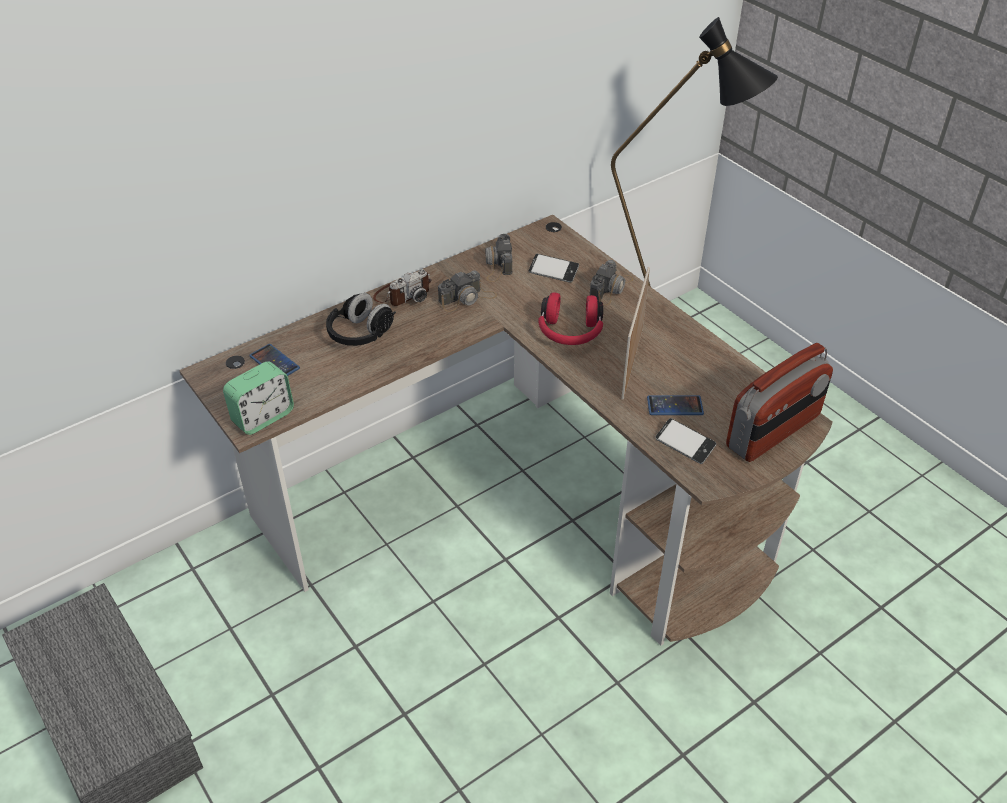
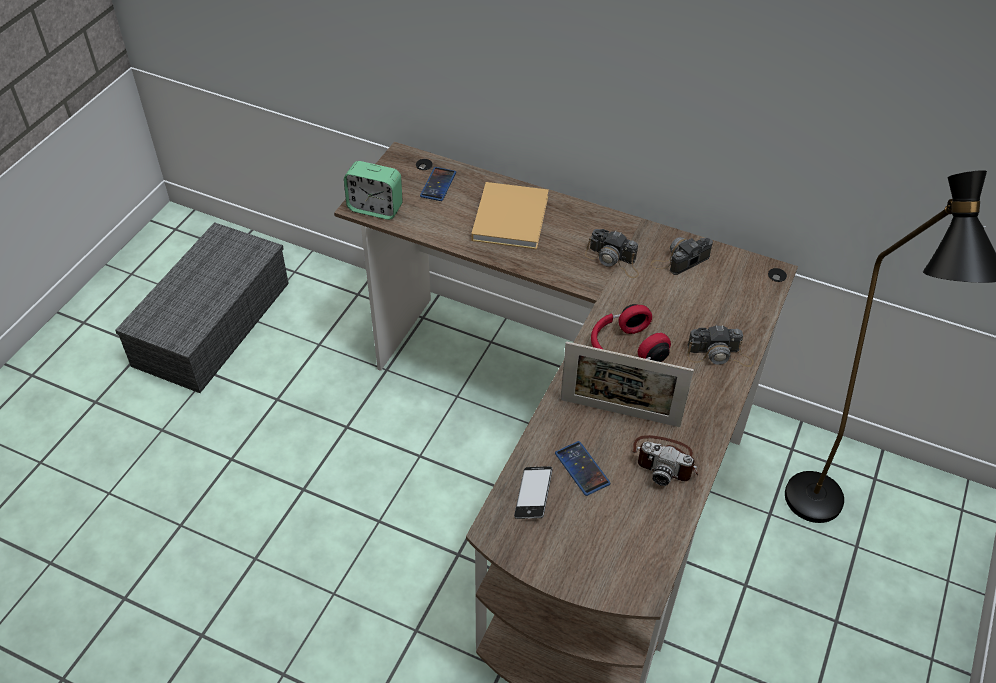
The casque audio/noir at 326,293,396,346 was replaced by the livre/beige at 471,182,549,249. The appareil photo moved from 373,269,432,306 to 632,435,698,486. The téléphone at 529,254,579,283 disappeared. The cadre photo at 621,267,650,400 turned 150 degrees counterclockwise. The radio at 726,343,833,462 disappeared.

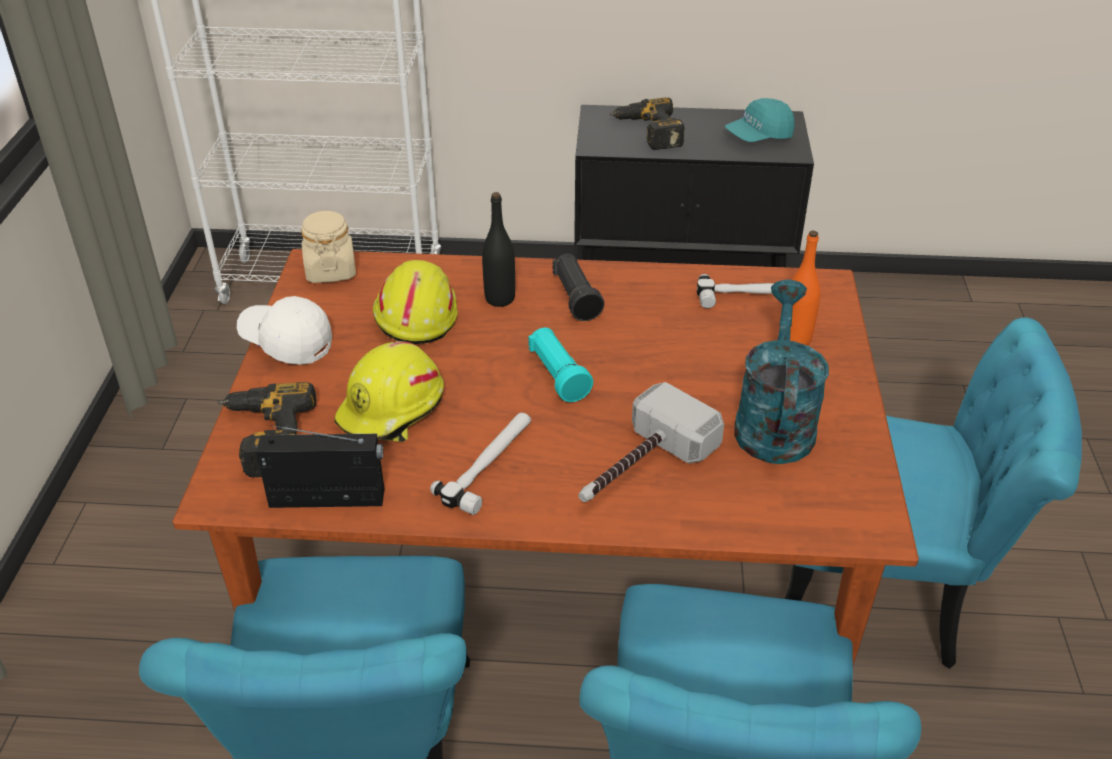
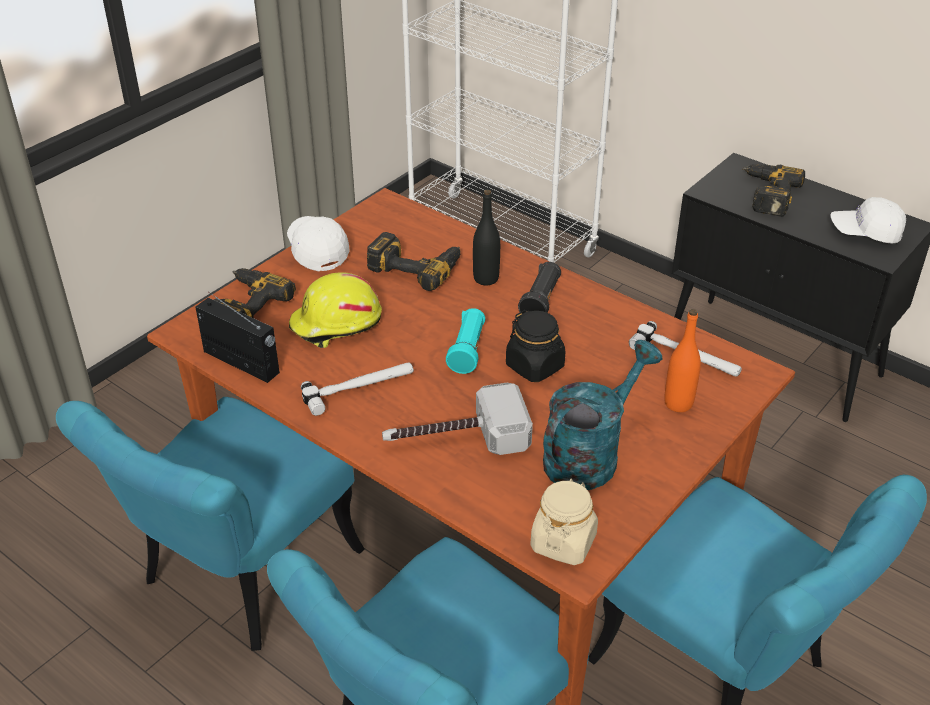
The bocal/beige moved from 301,211,356,283 to 530,478,598,565. The casque de chantier/jaune at 373,260,458,344 was replaced by the perceuse at 367,232,460,291. The casquette/turquoise at 725,98,795,142 became the casquette/blanc at 831,197,906,244. The bocal/noir at 506,310,565,382 appeared.

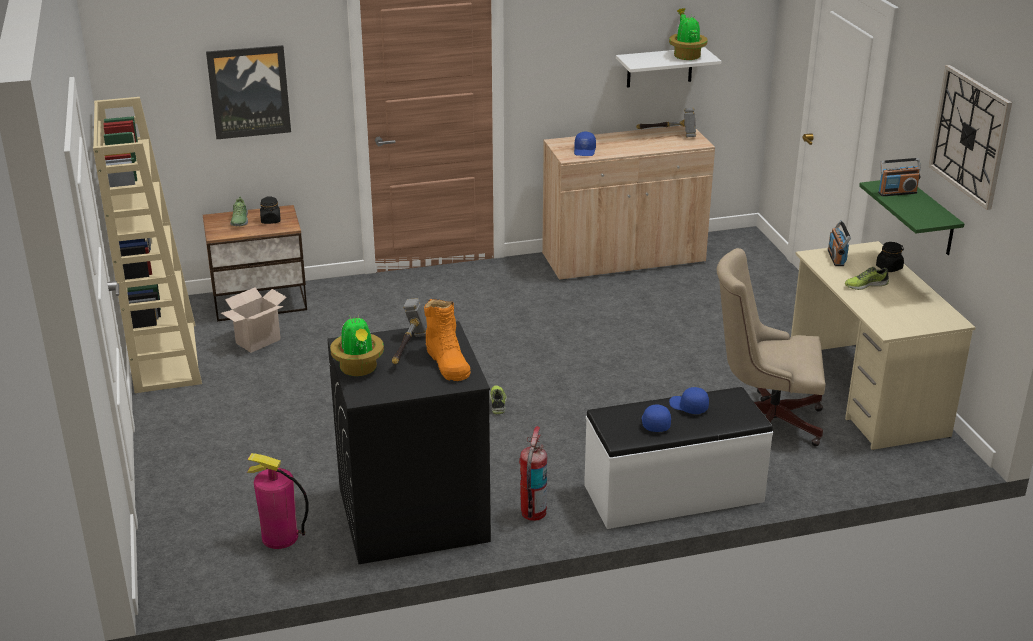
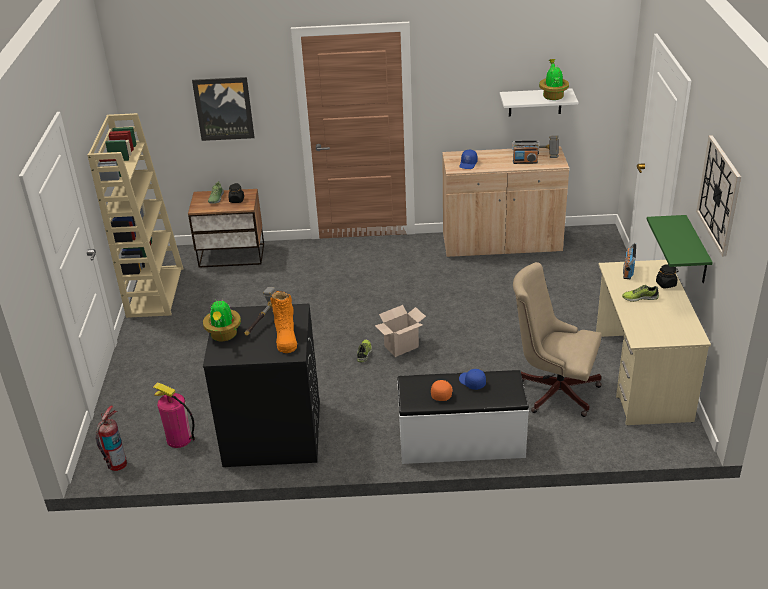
The carton moved from 221,287,287,353 to 375,305,426,357. The extincteur moved from 519,426,547,521 to 95,405,127,471. The casquette/bleu at 642,405,671,432 became the casquette/orange at 431,380,453,401. The radio moved from 878,158,921,196 to 512,141,539,164.

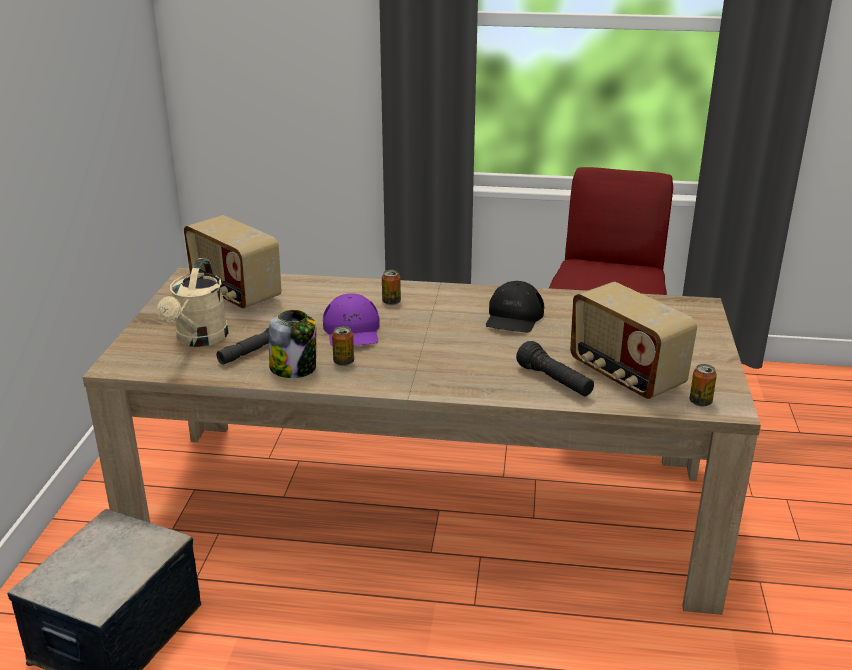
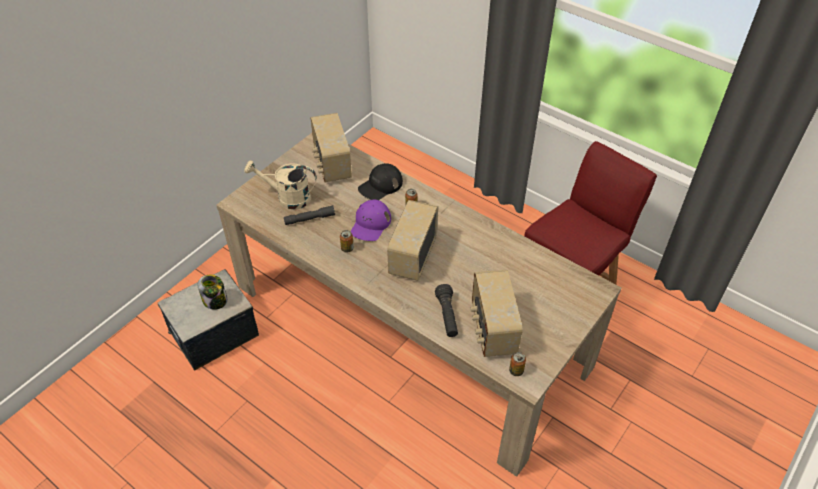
The arrosoir/beige at 157,258,228,347 turned 60 degrees clockwise. The bocal moved from 269,310,316,378 to 198,274,227,310. The casquette/noir moved from 486,281,544,332 to 358,163,403,200. The radio at 387,200,438,281 appeared.

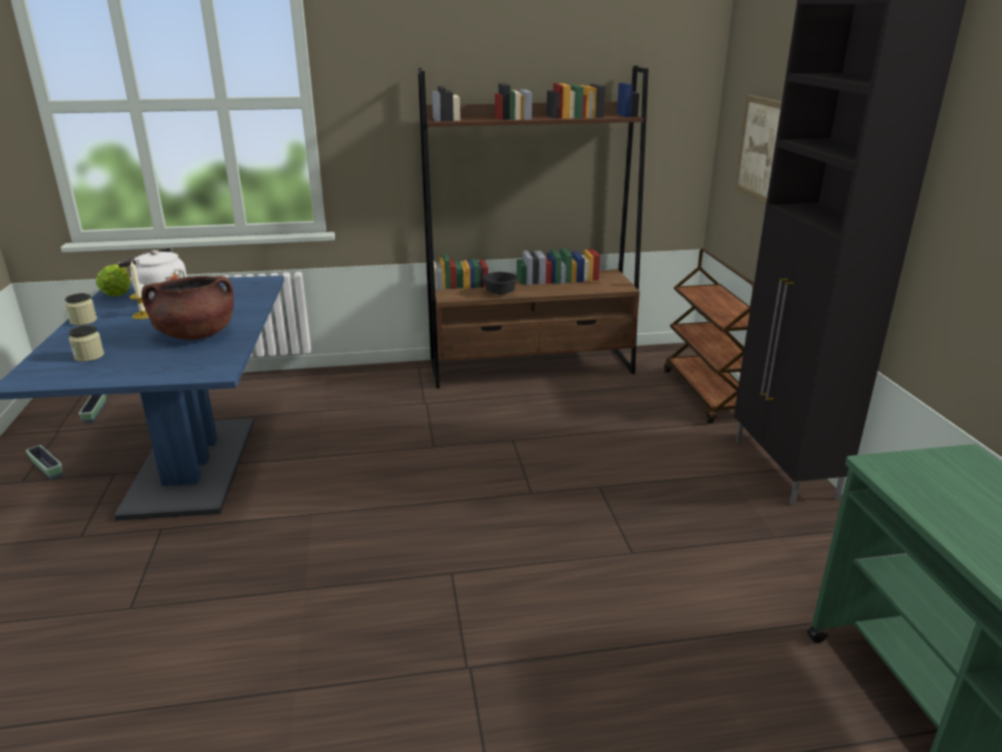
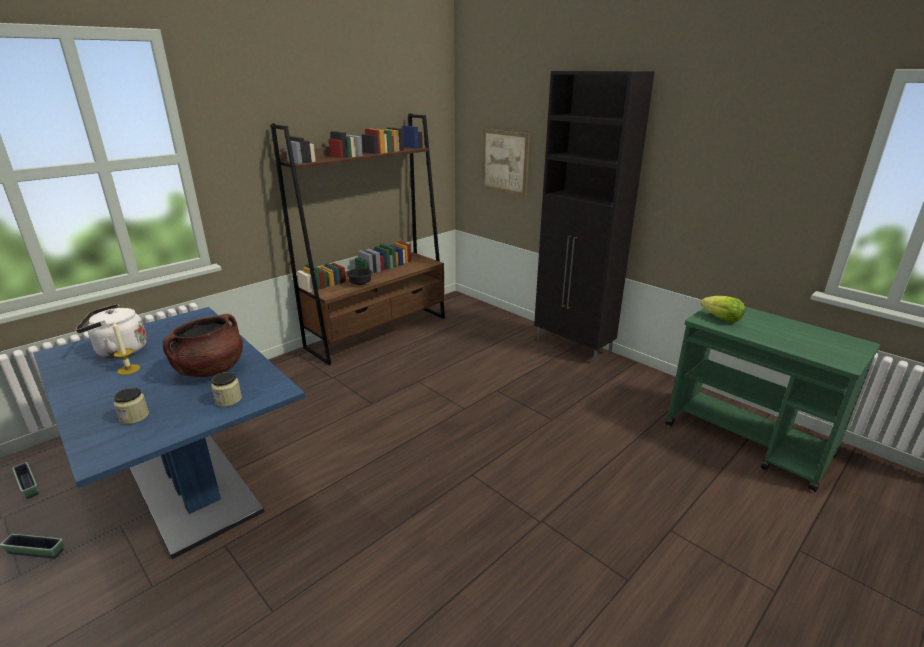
The bocal moved from 65,293,97,325 to 211,372,242,407. The laitue moved from 96,264,131,297 to 701,296,745,322. The chariot/marron at 664,248,754,423 disappeared.

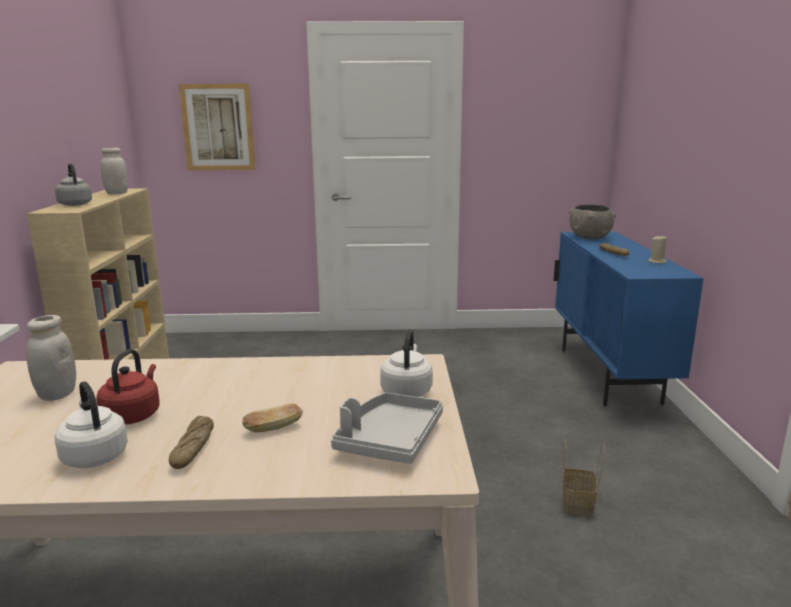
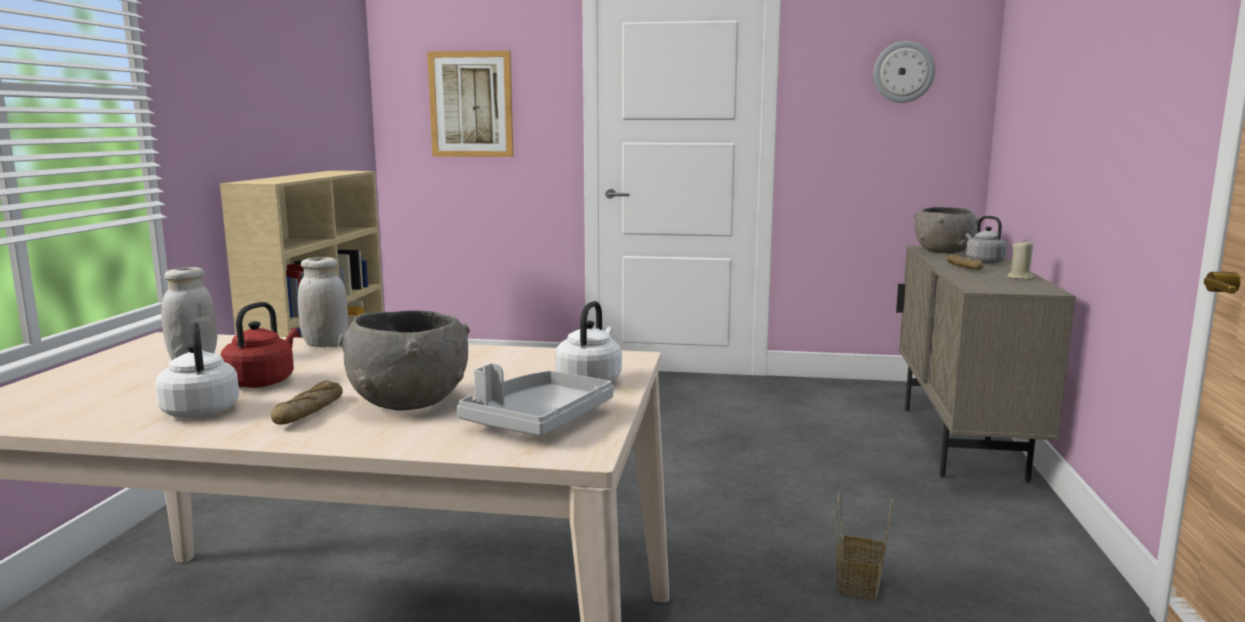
The bouilloire/gris moved from 55,163,92,206 to 965,216,1007,264. The bocal/blanc moved from 101,148,128,194 to 298,257,348,347. The pain at 242,403,303,433 was replaced by the bol/gris at 338,310,470,411. The meuble de rangement/bleu at 554,232,704,406 became the meuble de rangement/beige at 896,246,1076,483. The horloge murale at 873,41,935,103 appeared.

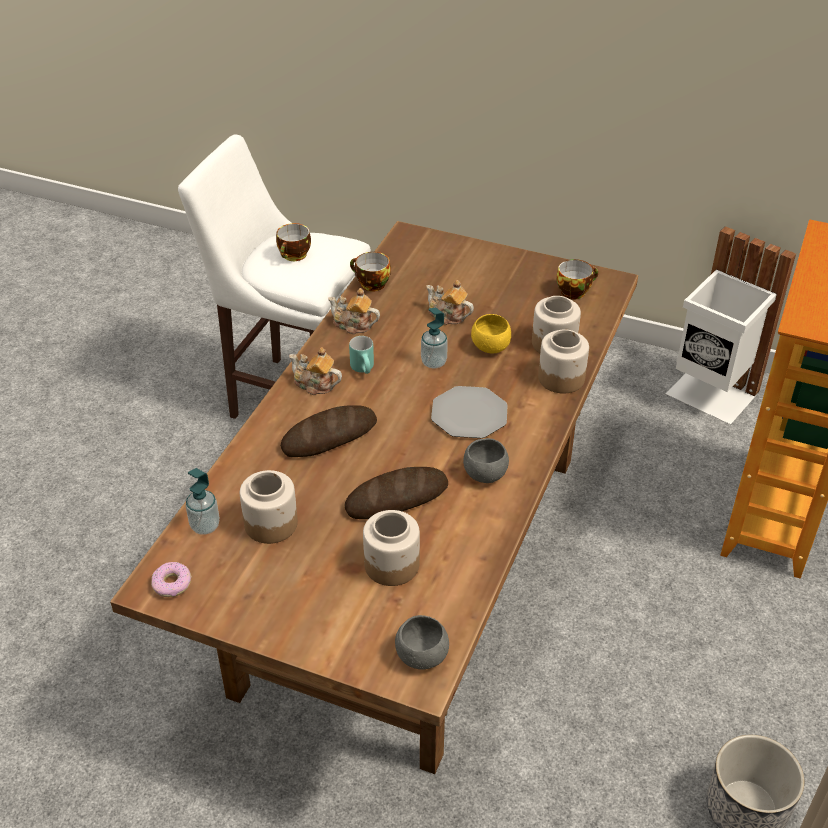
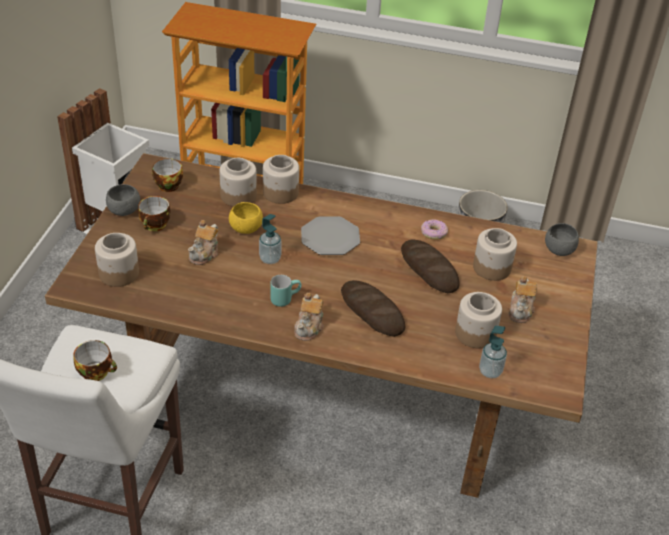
The beignet moved from 151,562,192,597 to 421,219,448,240. The théière moved from 328,288,380,334 to 509,276,537,323. The tasse moved from 350,252,391,292 to 138,196,171,231. The bol/gris moved from 463,438,509,483 to 106,184,140,216. The bocal at 95,233,139,287 appeared.

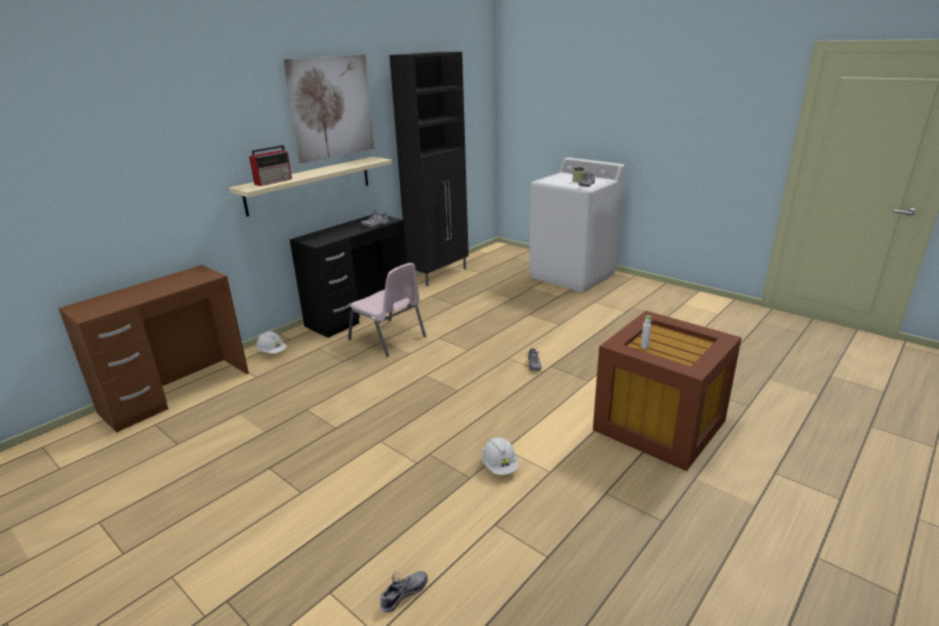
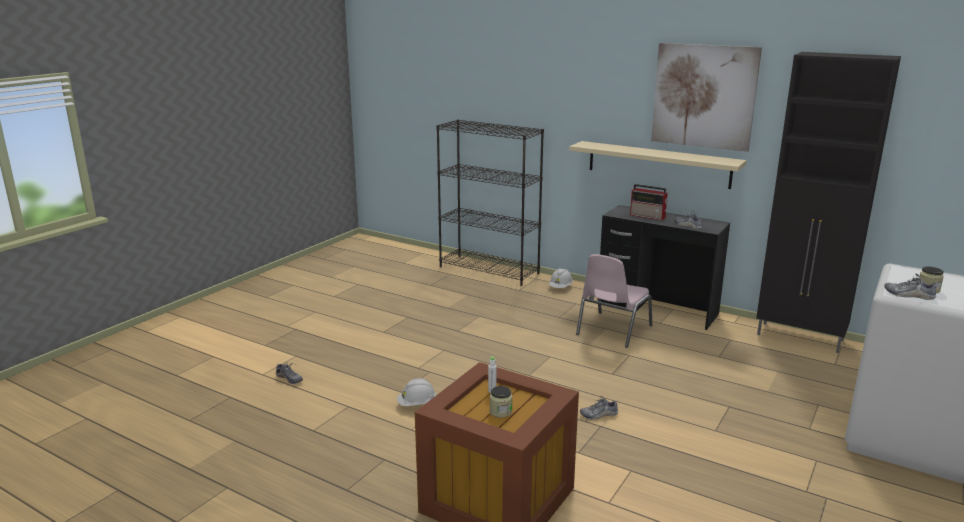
The bureau/marron at 58,265,249,433 was replaced by the bibliothèque/noir at 436,119,544,286. The radio moved from 249,145,292,186 to 630,184,668,220. The bocal at 490,386,513,418 appeared.

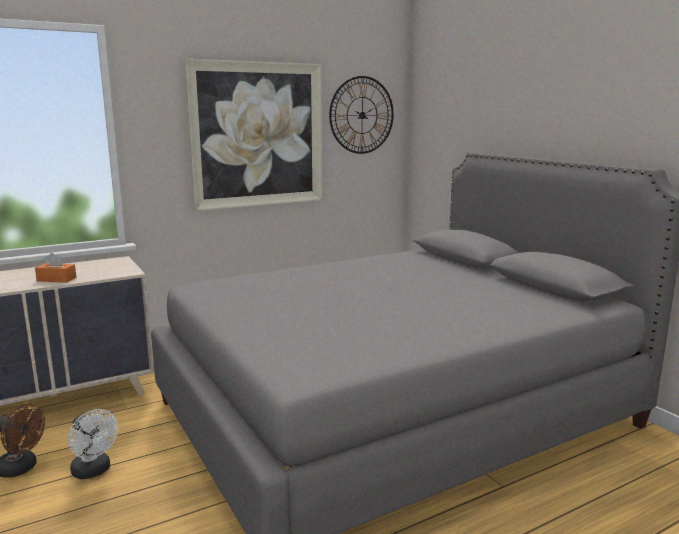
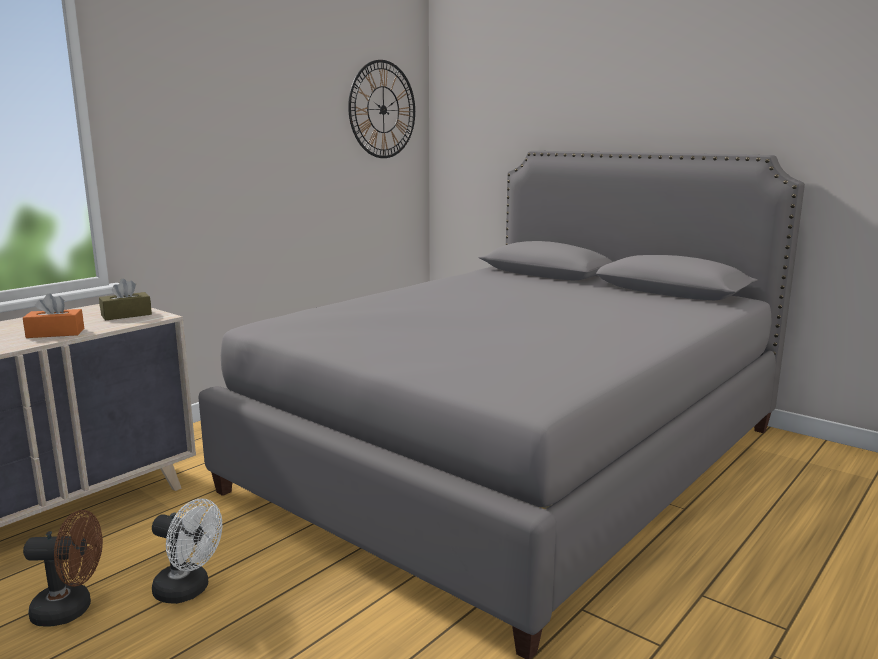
The tableau at 184,59,322,211 disappeared. The boîte à mouchoirs/marron at 99,279,152,320 appeared.

